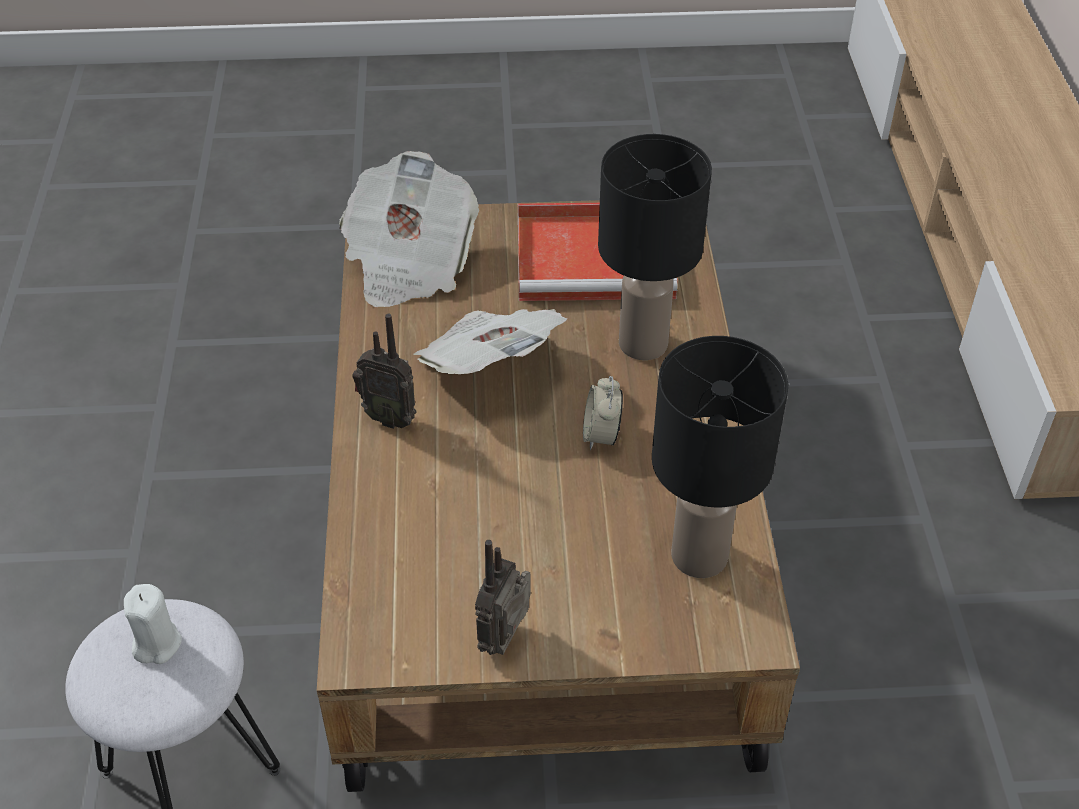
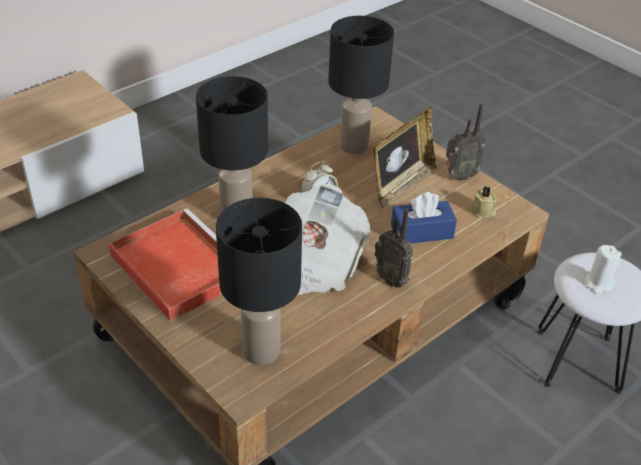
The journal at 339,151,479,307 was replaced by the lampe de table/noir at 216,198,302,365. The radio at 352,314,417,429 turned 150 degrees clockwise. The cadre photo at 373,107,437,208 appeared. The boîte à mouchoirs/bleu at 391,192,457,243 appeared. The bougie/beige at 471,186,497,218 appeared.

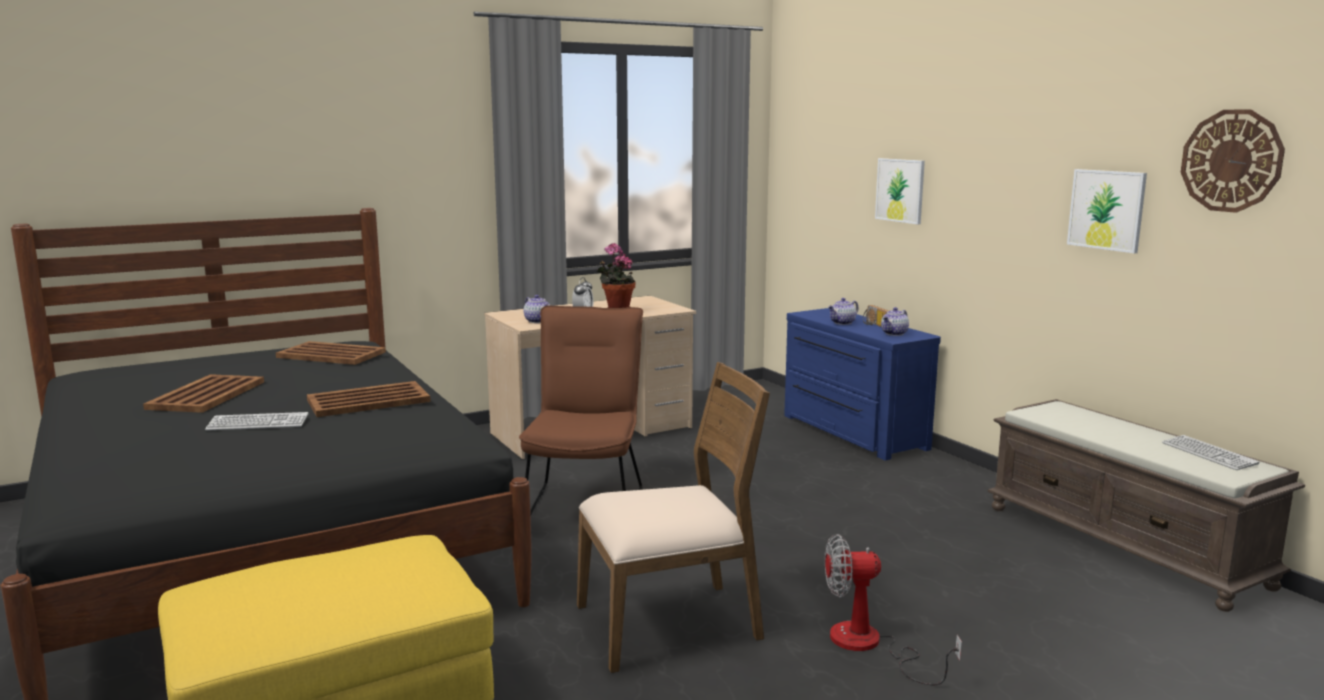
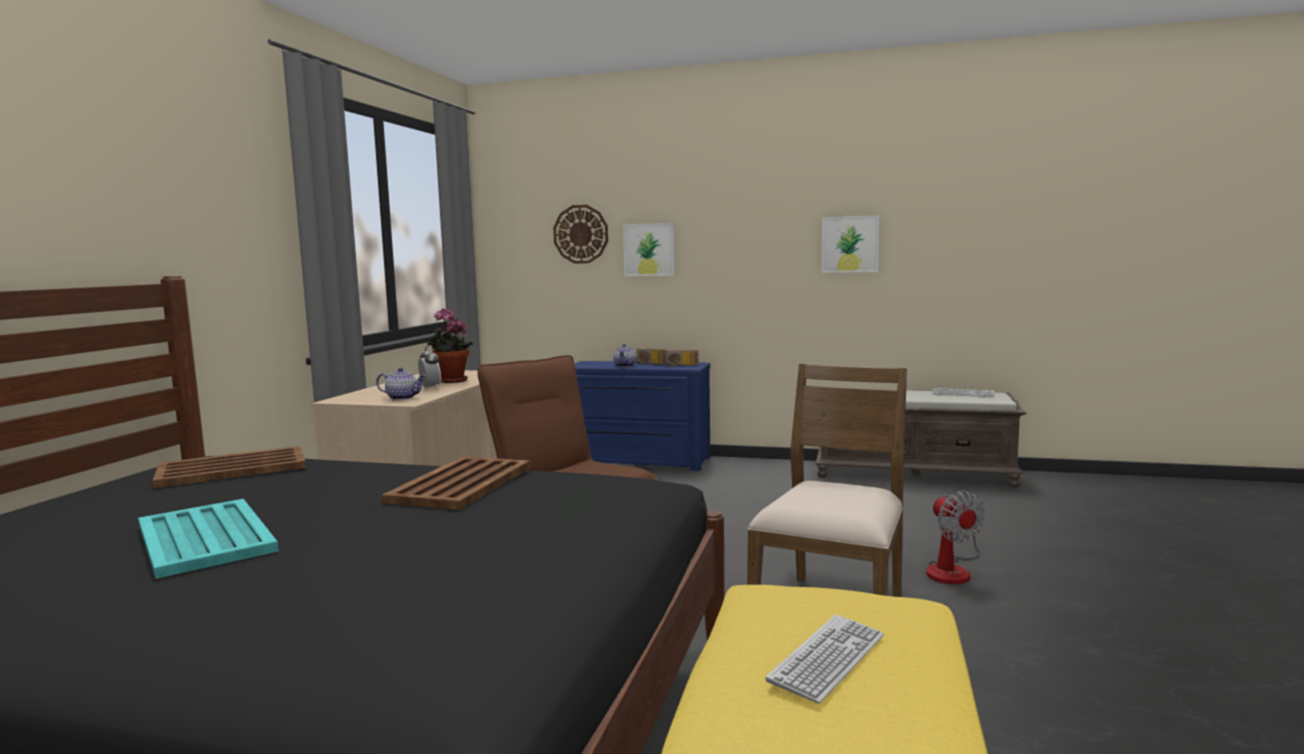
The plateau/marron at 143,374,264,413 became the plateau/turquoise at 138,499,279,579. The clavier moved from 205,412,309,431 to 765,615,884,704. The ventilateur at 825,534,962,685 turned 60 degrees counterclockwise. The théière at 881,307,909,336 was replaced by the radio at 663,350,699,367. The horloge murale moved from 1181,110,1285,213 to 553,205,608,264.

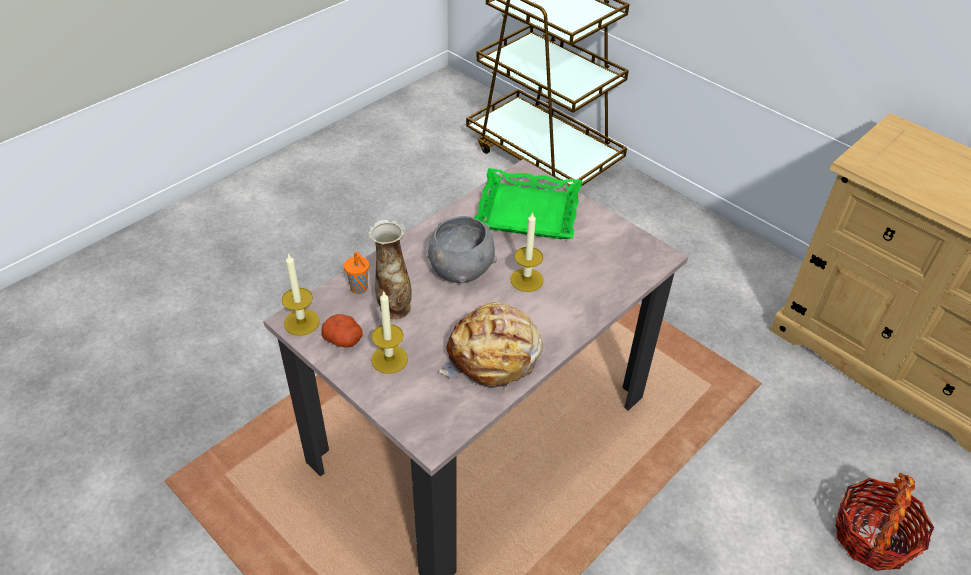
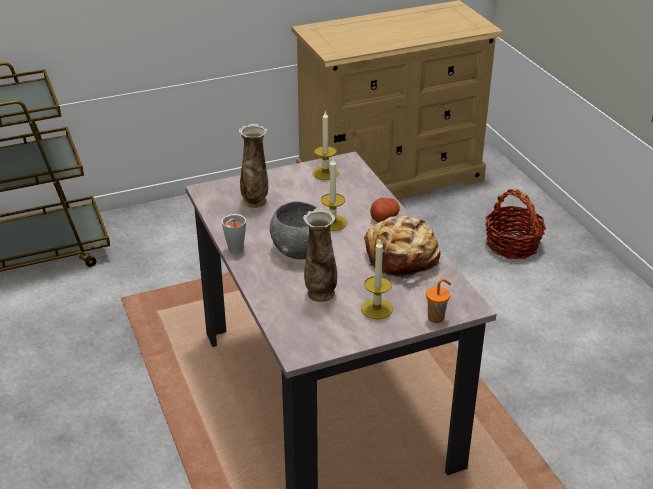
The bougie moved from 282,253,320,336 to 312,110,338,180. The pomme de terre moved from 321,314,363,347 to 370,198,400,223. The tasse/orange moved from 344,252,369,294 to 426,279,451,323. The plateau/vert at 474,168,582,239 was replaced by the vase at 239,124,268,208. The tasse/gris at 222,214,246,253 appeared.

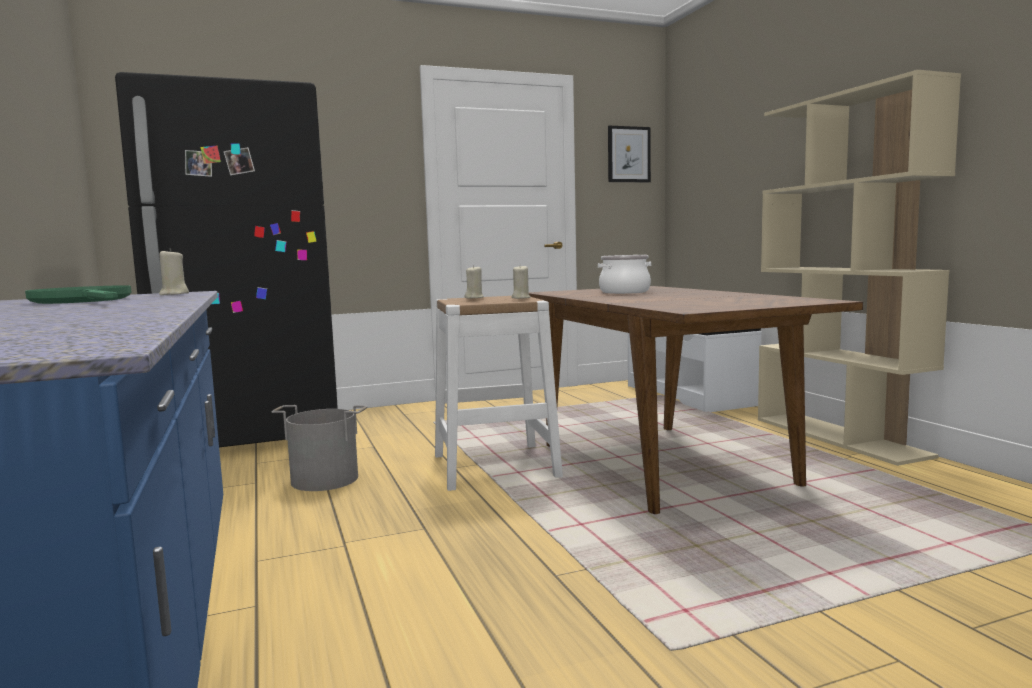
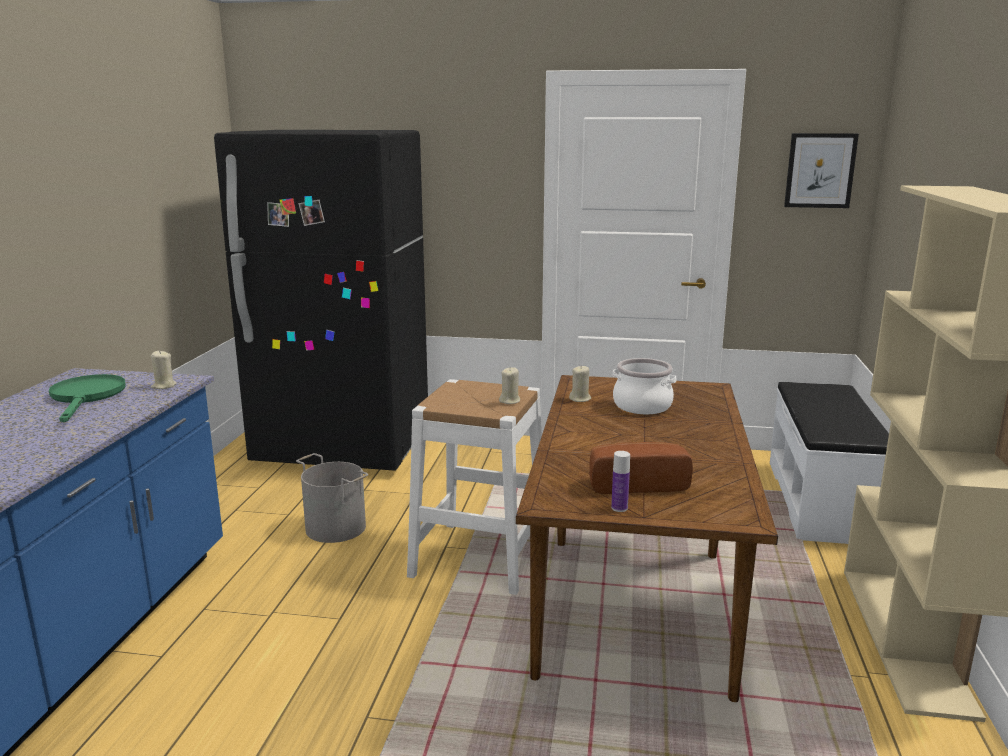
The bougie/beige moved from 465,265,484,298 to 569,365,591,402. The pain at 589,442,693,494 appeared. The bouteille at 611,451,630,512 appeared.

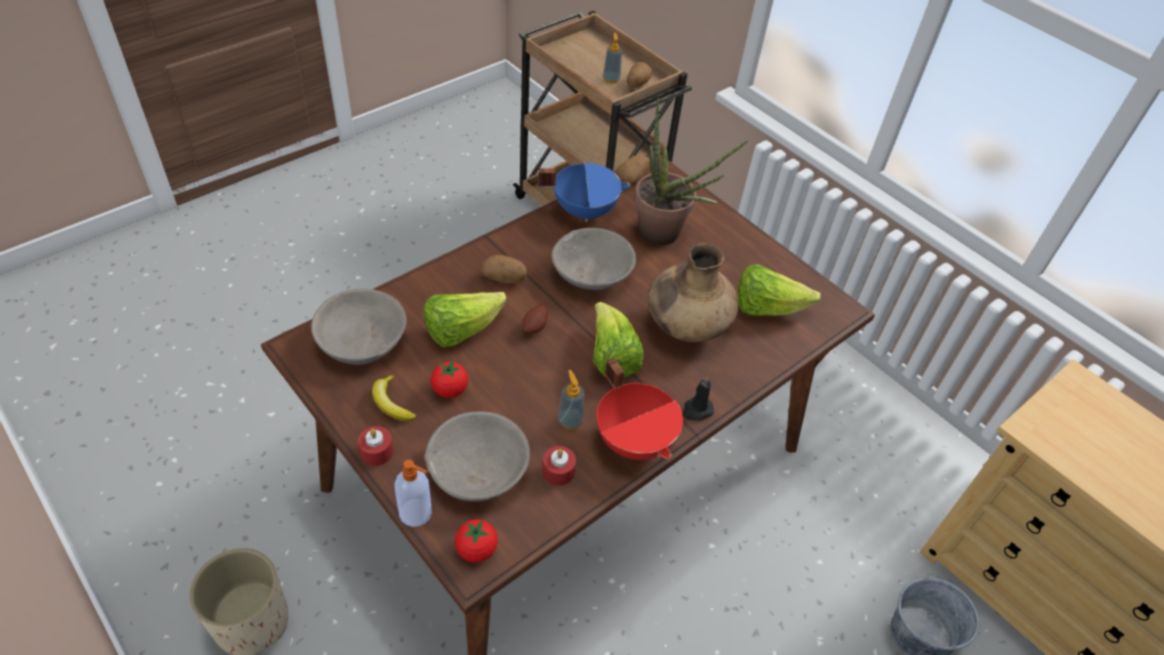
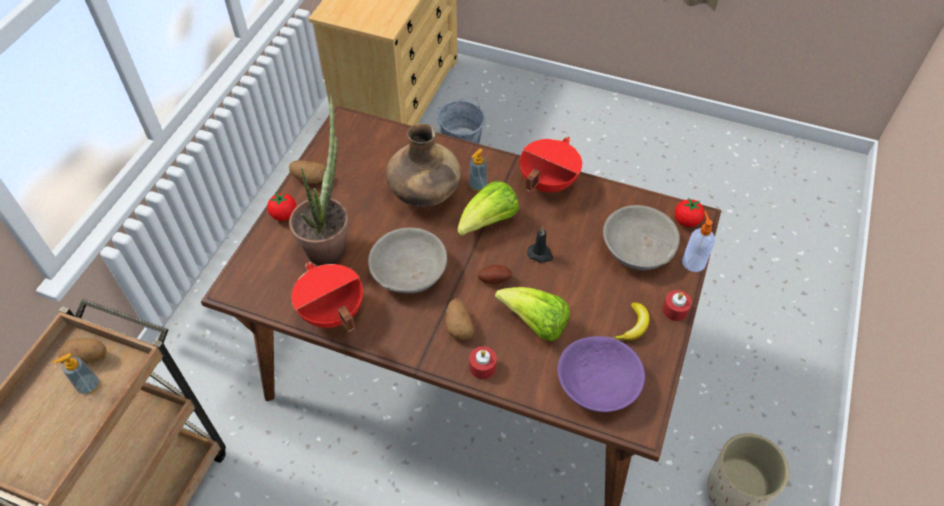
The bol/gris at 311,288,407,365 became the bol/violet at 558,336,645,412. The tomate moved from 431,360,468,398 to 267,193,297,221. The marmite/bleu at 538,163,631,222 became the marmite/rouge at 292,262,363,331. The bougie/rouge moved from 542,446,576,486 to 469,346,497,379. The distributeur de savon moved from 558,370,584,430 to 469,149,488,191. The pomme de terre moved from 617,154,649,185 to 289,161,326,184. The bougie/noir moved from 683,376,714,421 to 527,227,553,263. The laitue at 738,264,821,316 disappeared.

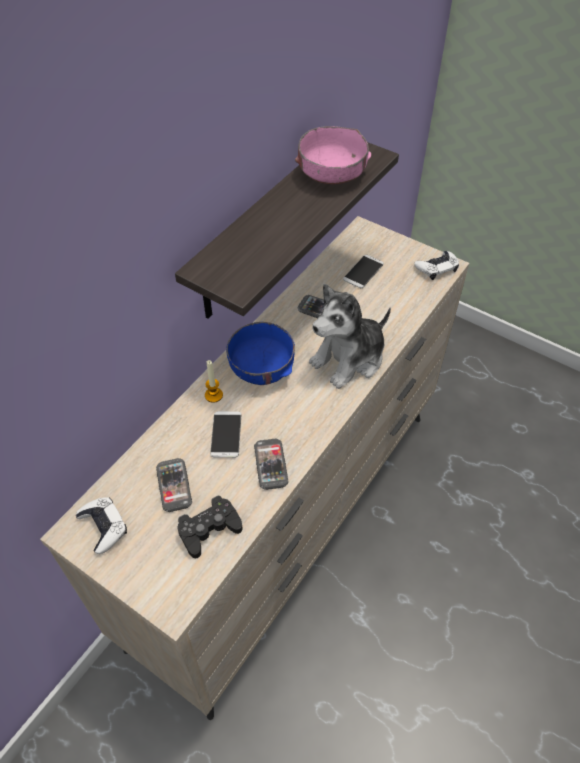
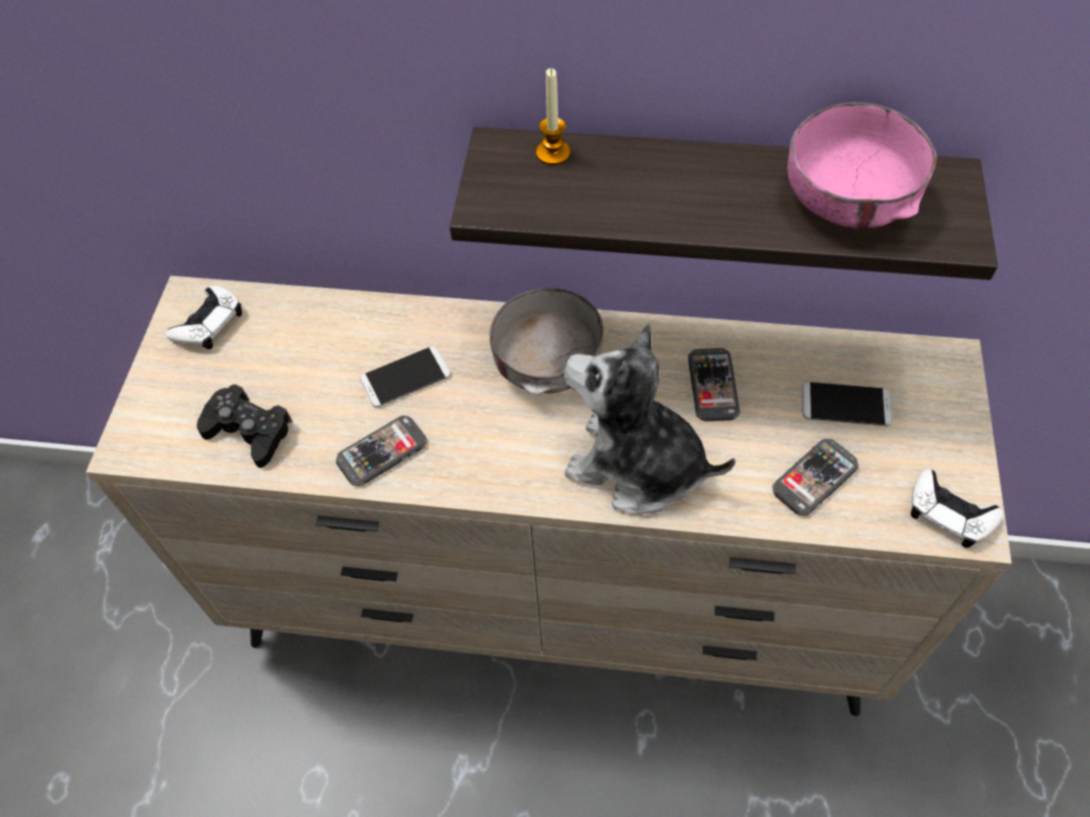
The téléphone moved from 156,458,192,512 to 772,439,859,516. The bougie moved from 205,360,223,403 to 536,68,570,165. The bol/bleu at 226,322,295,385 became the bol/gris at 490,288,604,395.

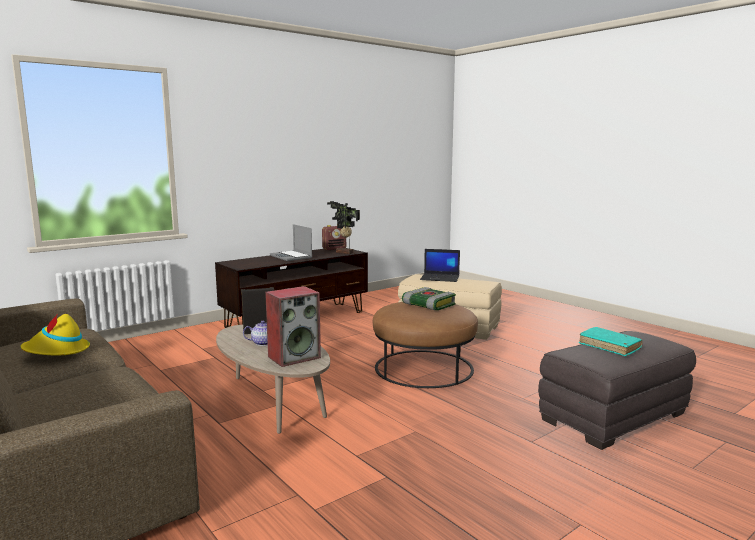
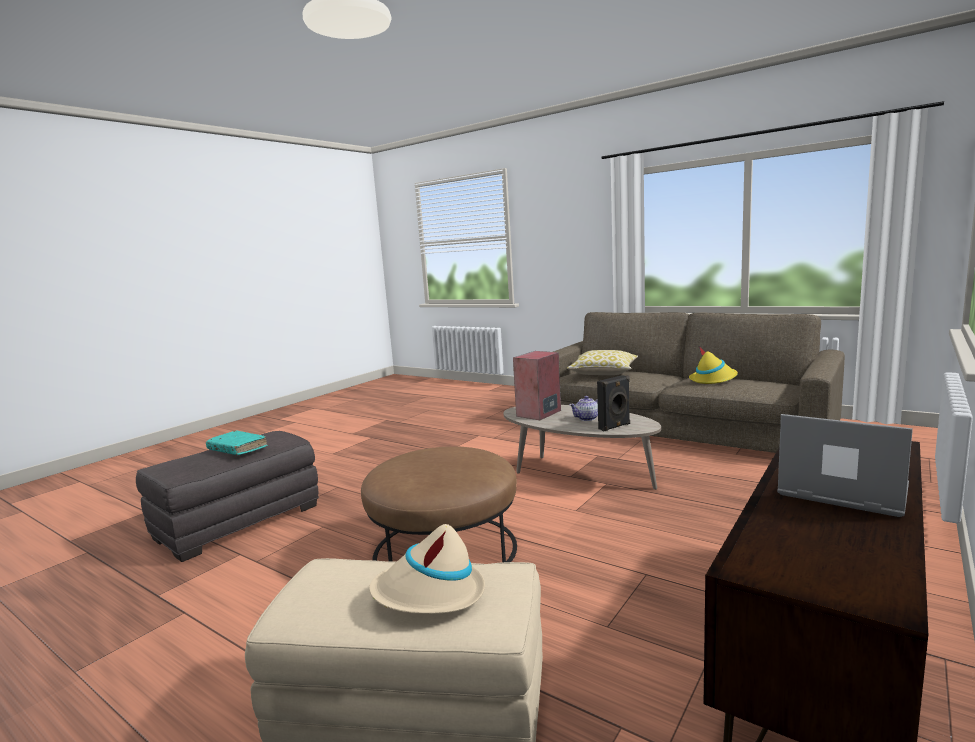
The radio at 322,225,346,250 disappeared. The plante en pot at 327,201,360,254 disappeared. The livre at 402,287,456,310 disappeared. The ordinateur portable at 420,249,460,282 was replaced by the chapeau/beige at 369,524,485,614. The coussin at 567,350,638,375 appeared.

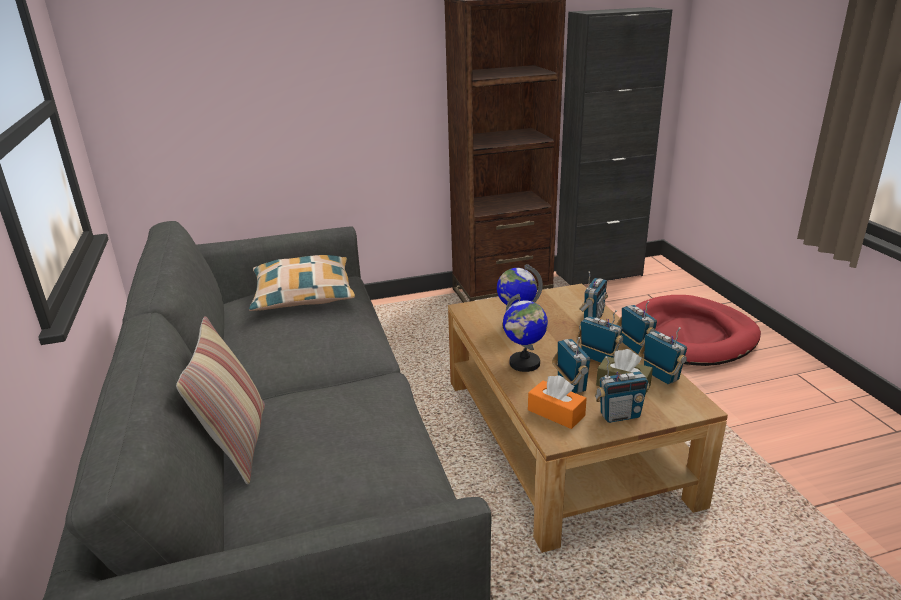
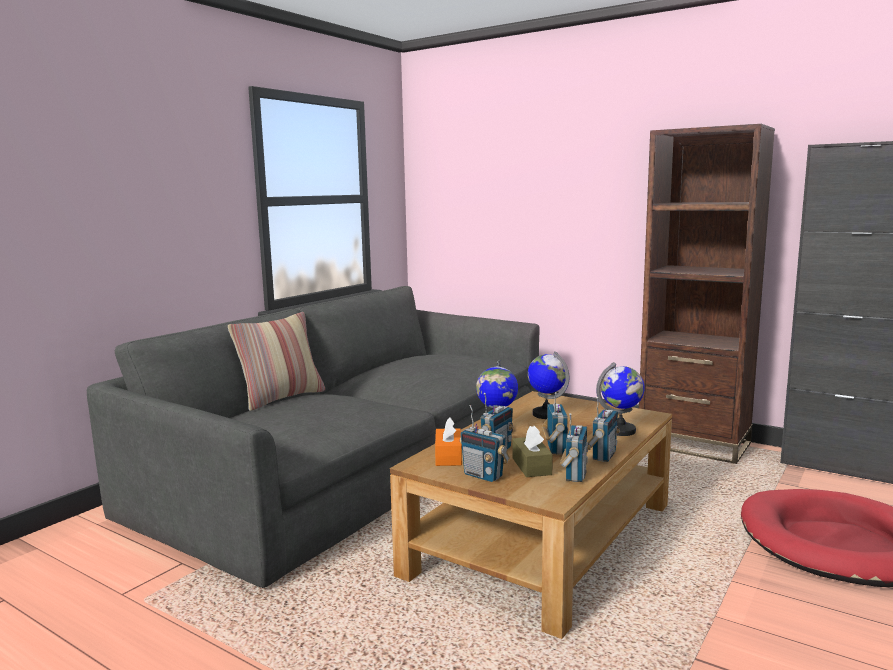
The coussin at 249,255,355,311 disappeared. The radio at 579,271,608,319 was replaced by the globe at 596,362,645,436.

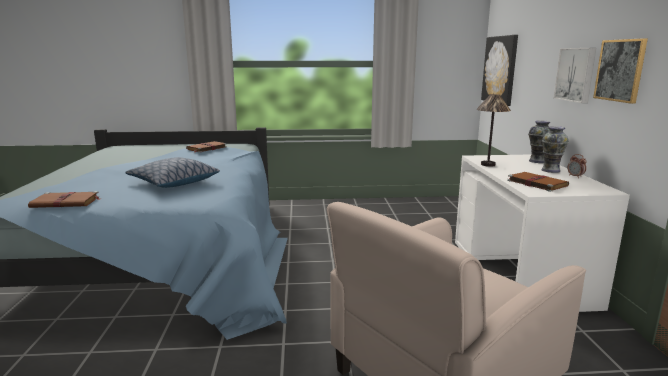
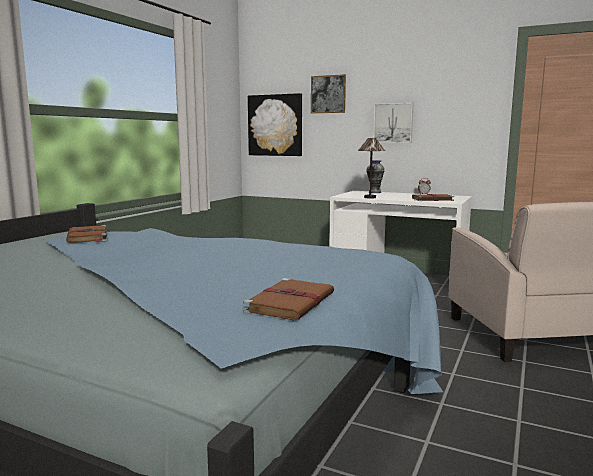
The coussin at 125,157,220,188 disappeared. The vase at 541,126,569,173 disappeared. The tableau moved from 593,38,648,104 to 311,74,346,114.

